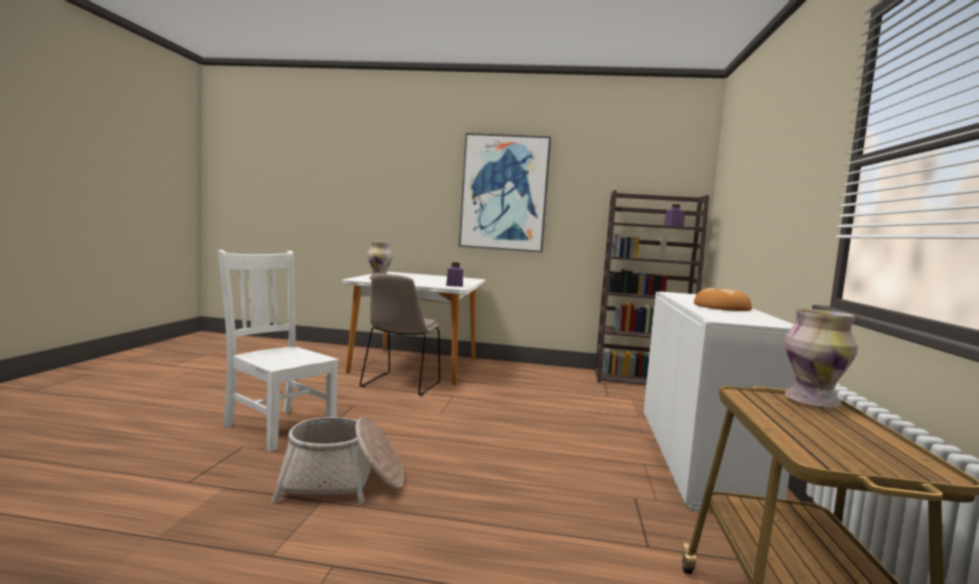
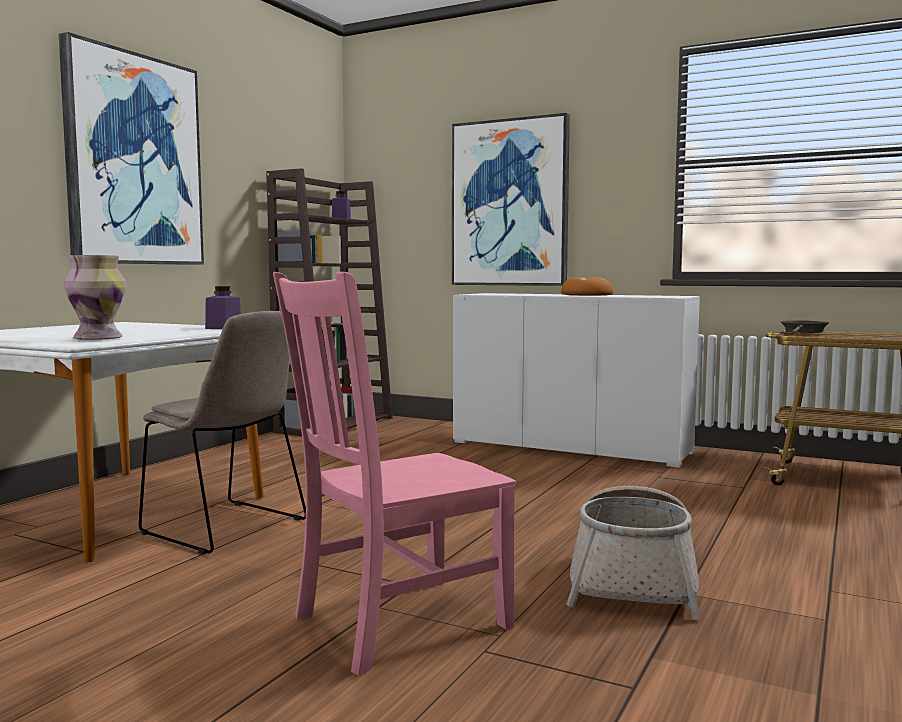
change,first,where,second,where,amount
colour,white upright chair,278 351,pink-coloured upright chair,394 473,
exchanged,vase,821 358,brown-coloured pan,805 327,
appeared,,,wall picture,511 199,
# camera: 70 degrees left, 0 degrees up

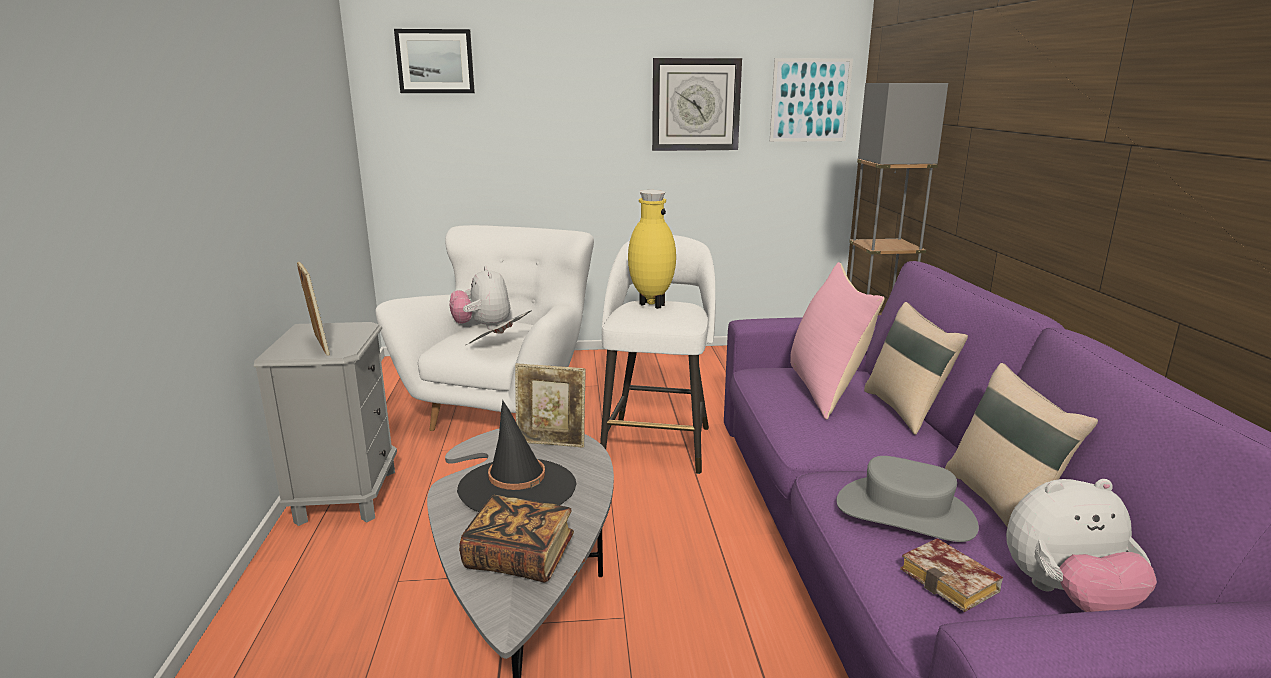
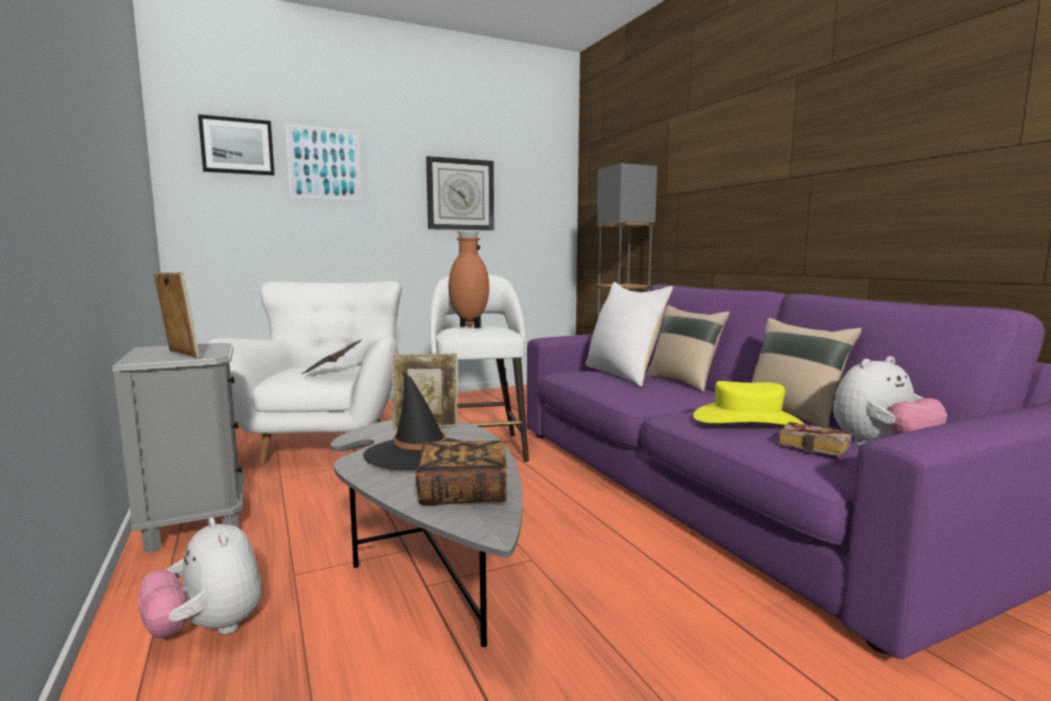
change,first,where,second,where,amount
relocated,wall picture,811 100,,323 162,
colour,yellow vase,652 249,brown-coloured vase,469 279,
colour,pink-coloured pillow,837 340,white pillow,629 334,
relocated,cuddly toy,479 298,,200 577,
colour,grey wearable hat,907 499,yellow wearable hat,748 403,
# camera: 20 degrees left, 10 degrees down

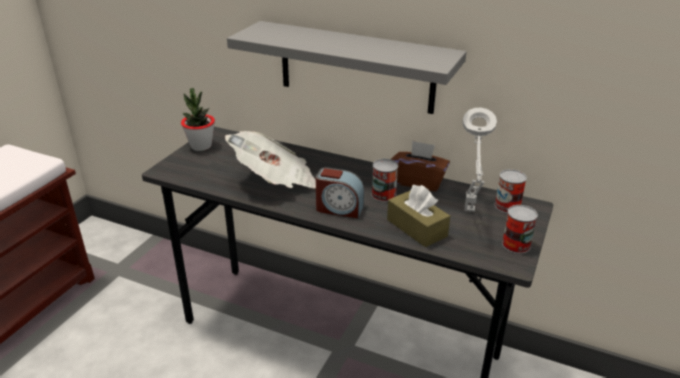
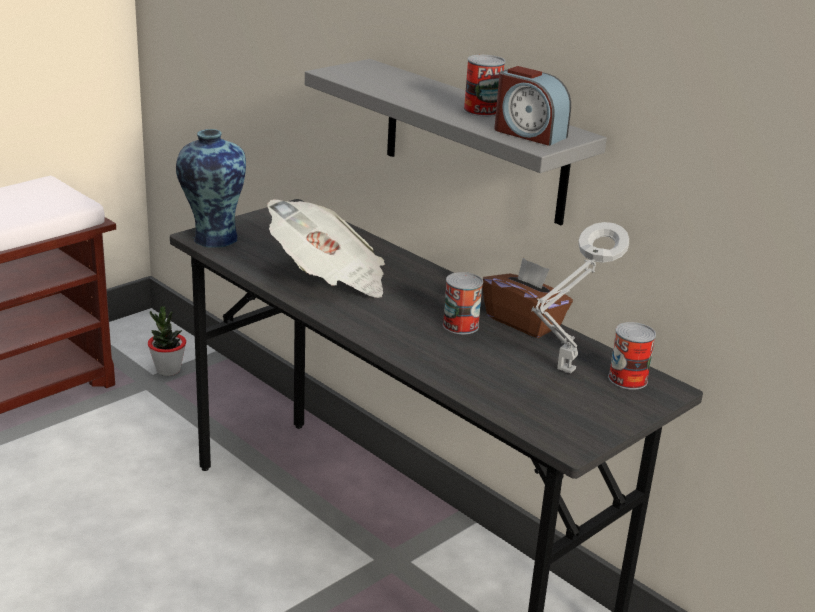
change,first,where,second,where,amount
relocated,potted plant,198 119,,167 341,
relocated,alarm clock,340 192,,533 106,
missing,brown-coloured tissue box,418 216,,,
relocated,can,520 229,,485 86,
appeared,,,vase,211 188,
# camera: 20 degrees right, 5 degrees down

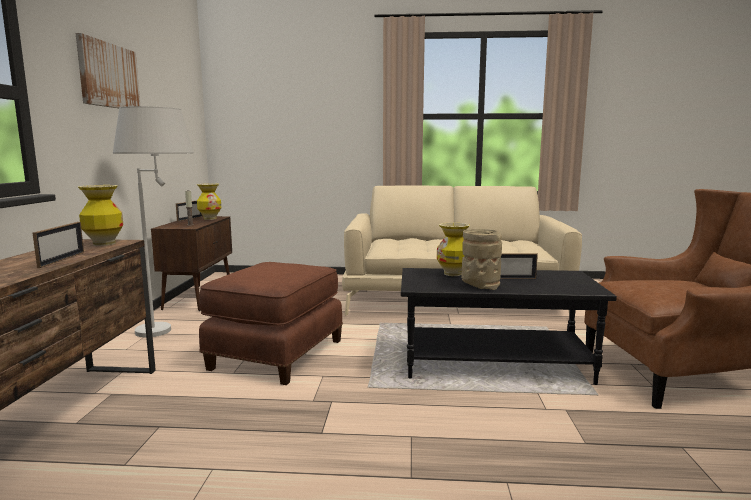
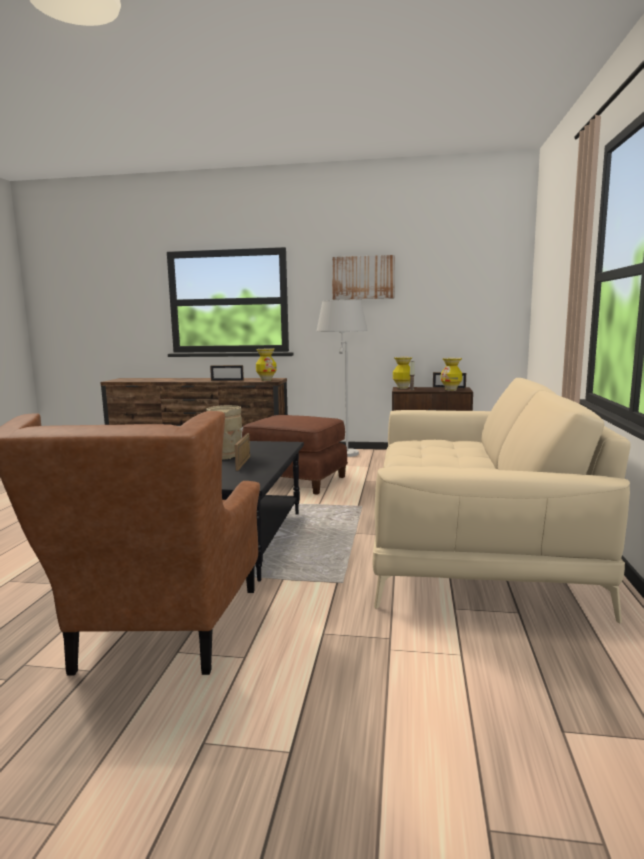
change,first,where,second,where,amount
relocated,vase,453 249,,403 373,
# camera: 95 degrees right, 0 degrees up

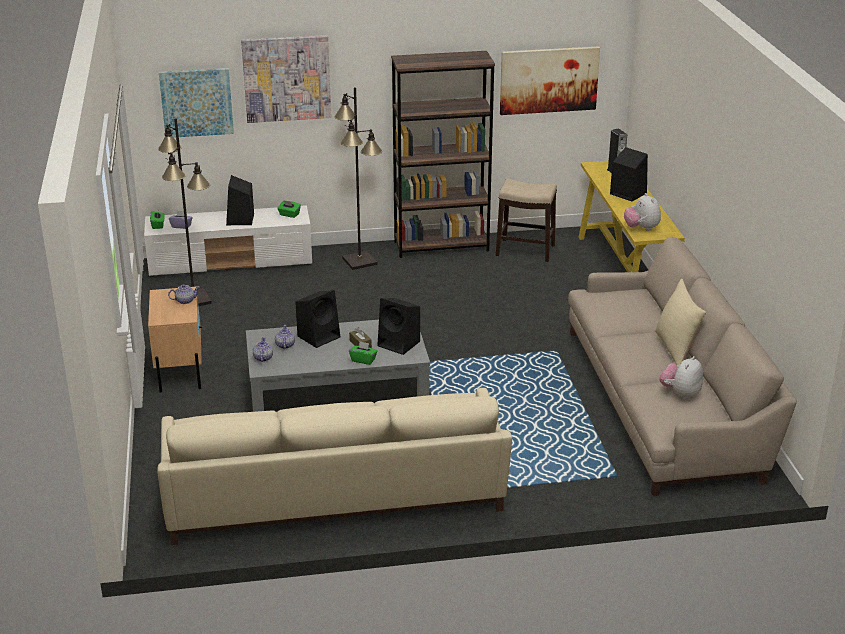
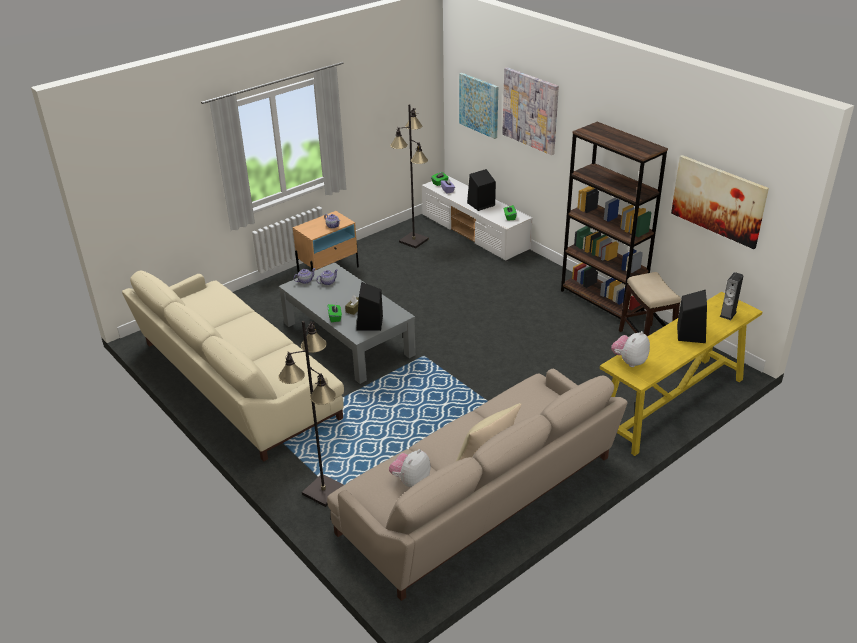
change,first,where,second,where,amount
relocated,black-coloured floor lamp,358 178,,310 414,
missing,black-coloured loudspeaker,317 319,,,
spun,cuddly toy,681 378,,410 468,60 degrees counterclockwise
# camera: 60 degrees right, 5 degrees up

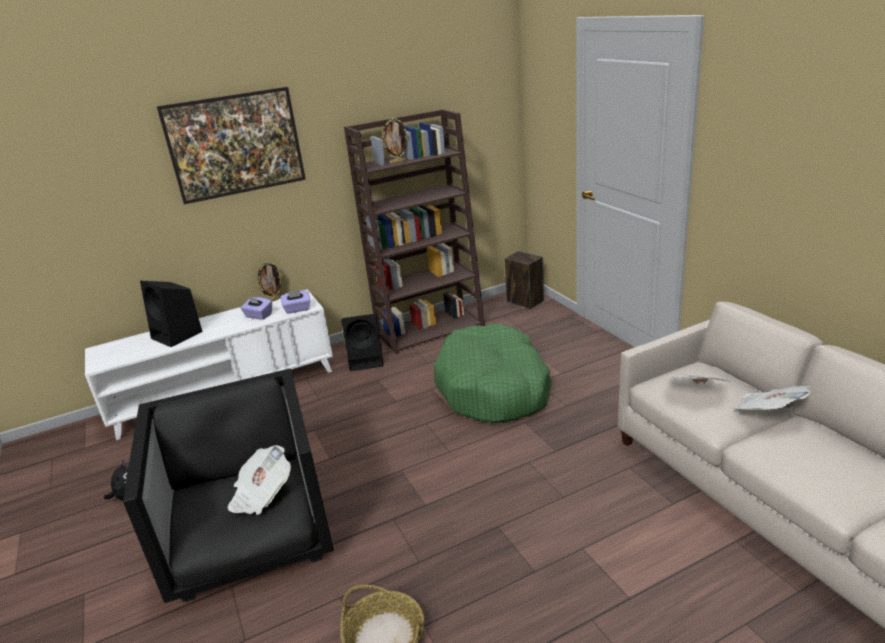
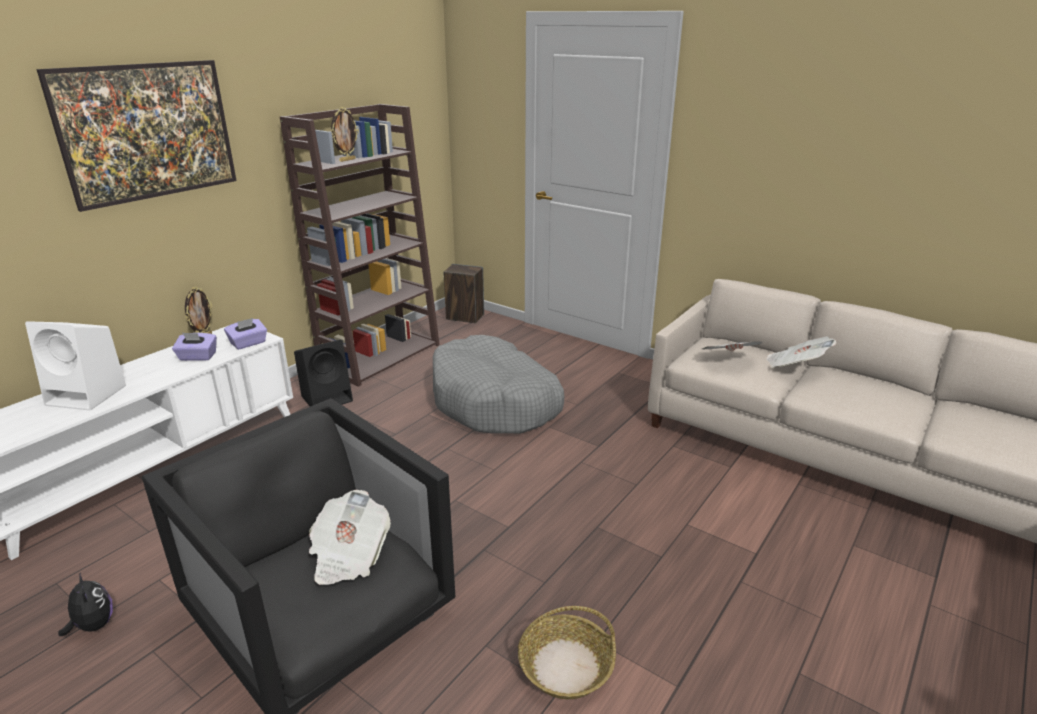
change,first,where,second,where,amount
colour,black-coloured loudspeaker,171 313,white loudspeaker,75 366,
colour,green dog cushion,493 373,grey dog cushion,498 384,
# camera: 30 degrees left, 0 degrees up

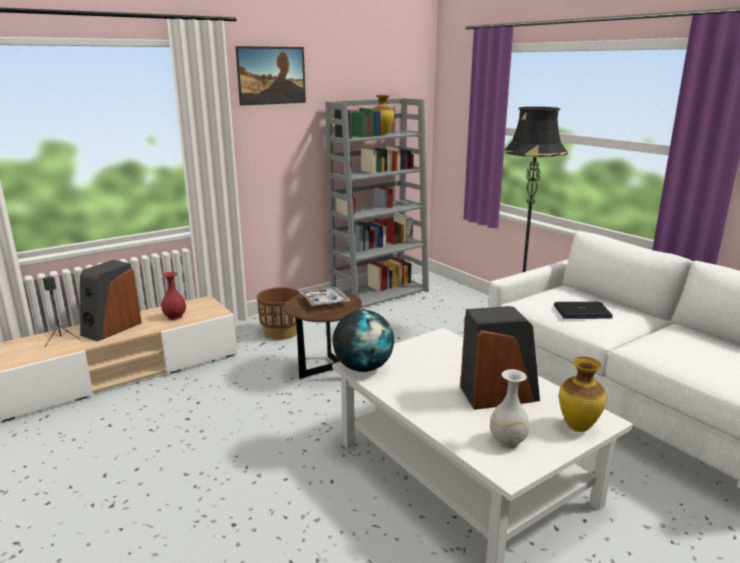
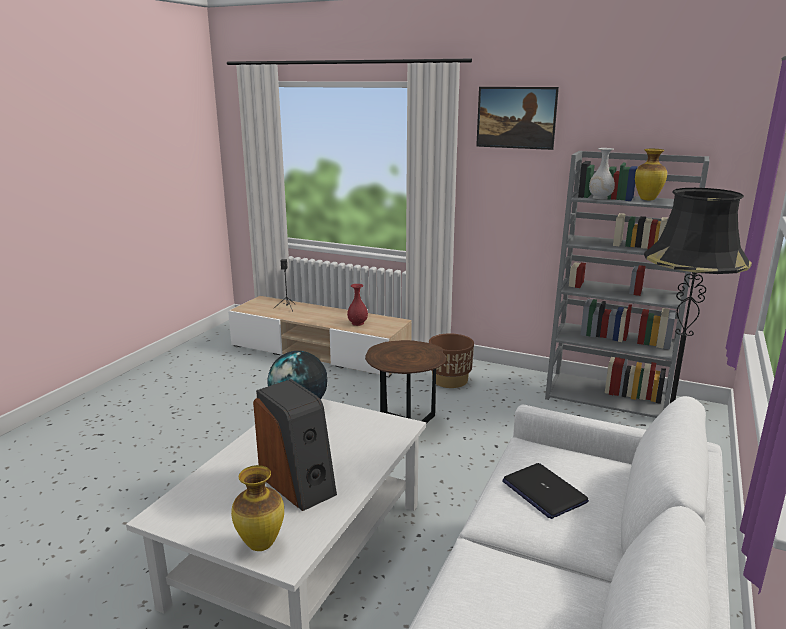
change,first,where,second,where,amount
missing,loudspeaker,111 301,,,
missing,serving tray,326 297,,,
relocated,white vase,510 409,,602 173,
# camera: 60 degrees right, 0 degrees up

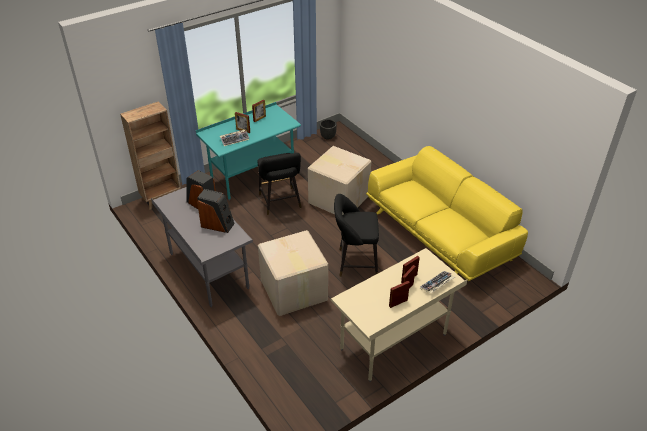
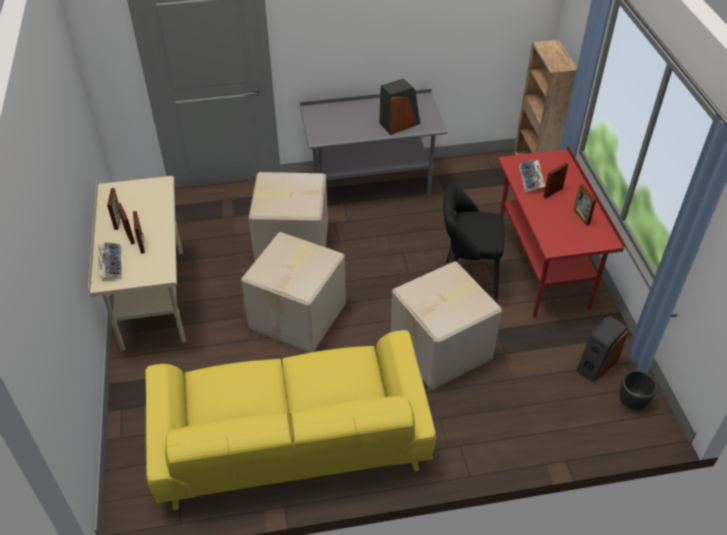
change,first,where,second,where,amount
colour,turquoise desk table,248 151,red desk table,561 232,
relocated,loudspeaker,216 211,,602 349,
exchanged,black-coloured stool,356 235,cardboard box,293 292,
# camera: 115 degrees right, 5 degrees up

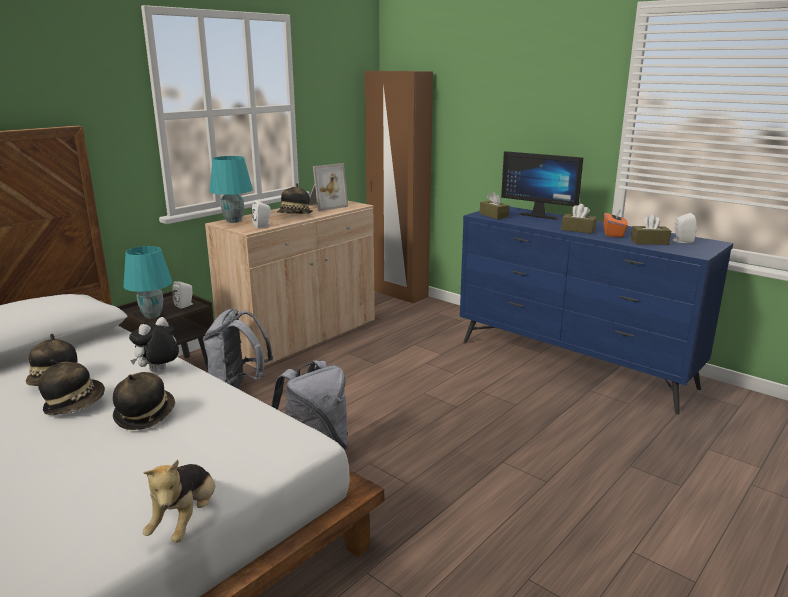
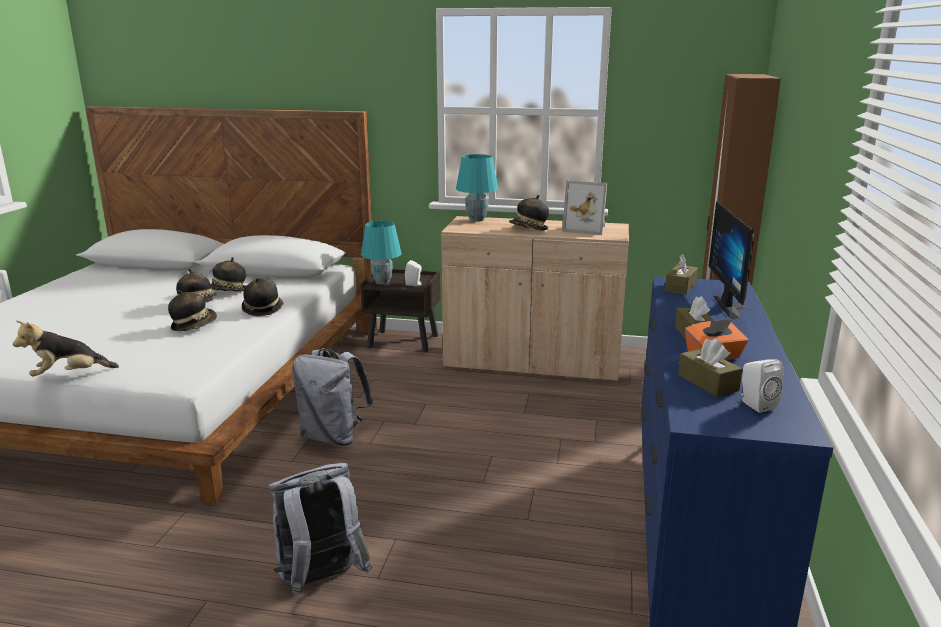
change,first,where,second,where,amount
missing,white loudspeaker,261 214,,,
relocated,grey knapsack,238 349,,320 529,
exchanged,cuddly toy,154 344,wearable hat,262 297,
# camera: 60 degrees right, 0 degrees up

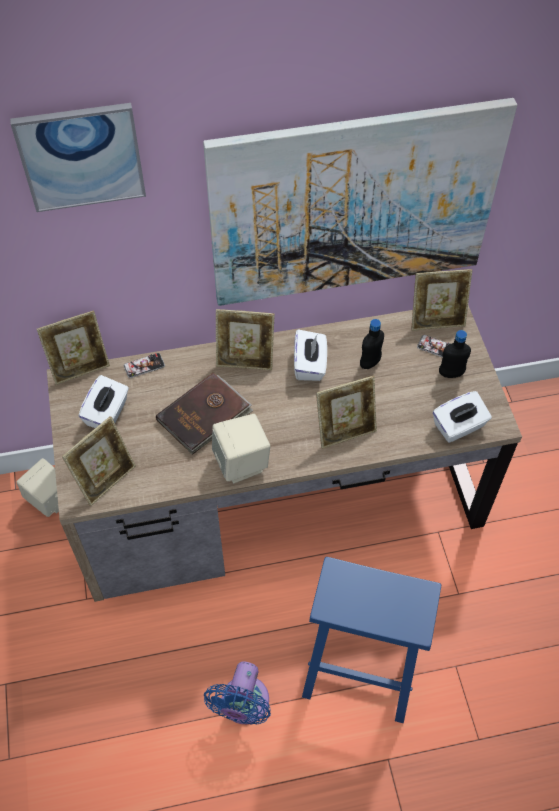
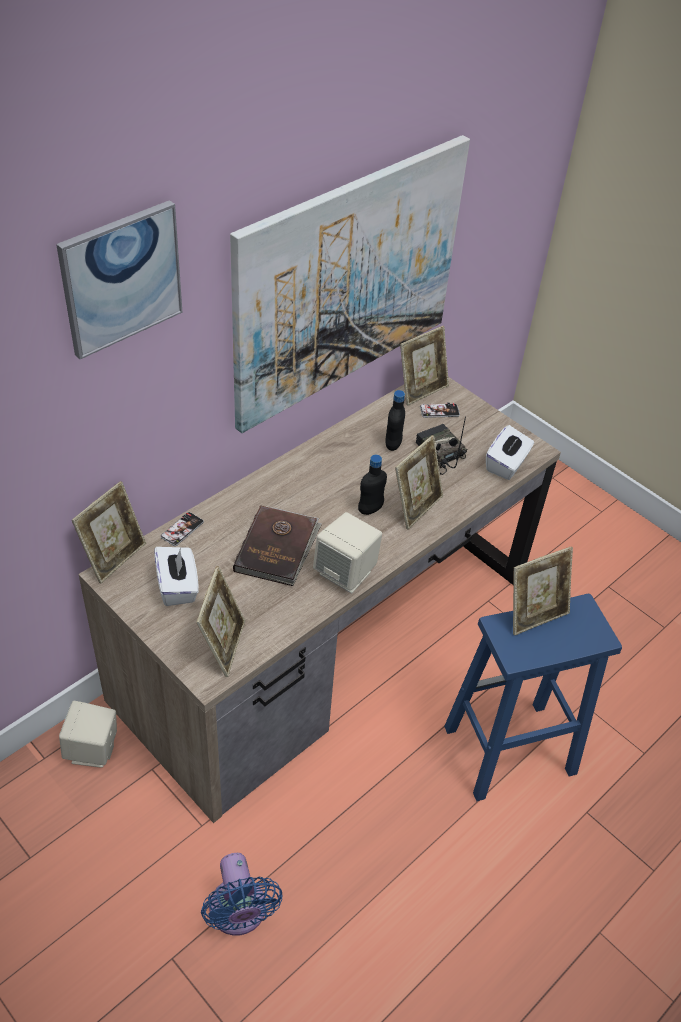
change,first,where,second,where,amount
relocated,photo frame,245 339,,543 591,
missing,white tissue box,310 355,,,
relocated,black-coloured drink bottle,455 354,,372 485,
relocated,blue-coloured cooling fan,237 692,,242 894,
appeared,,,radio,441 445,
# camera: 35 degrees left, 10 degrees down

